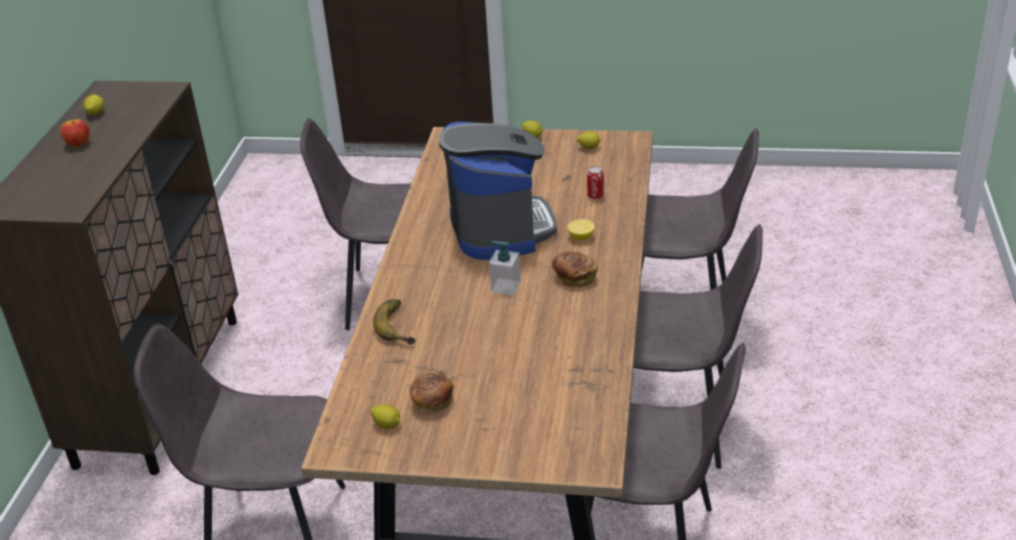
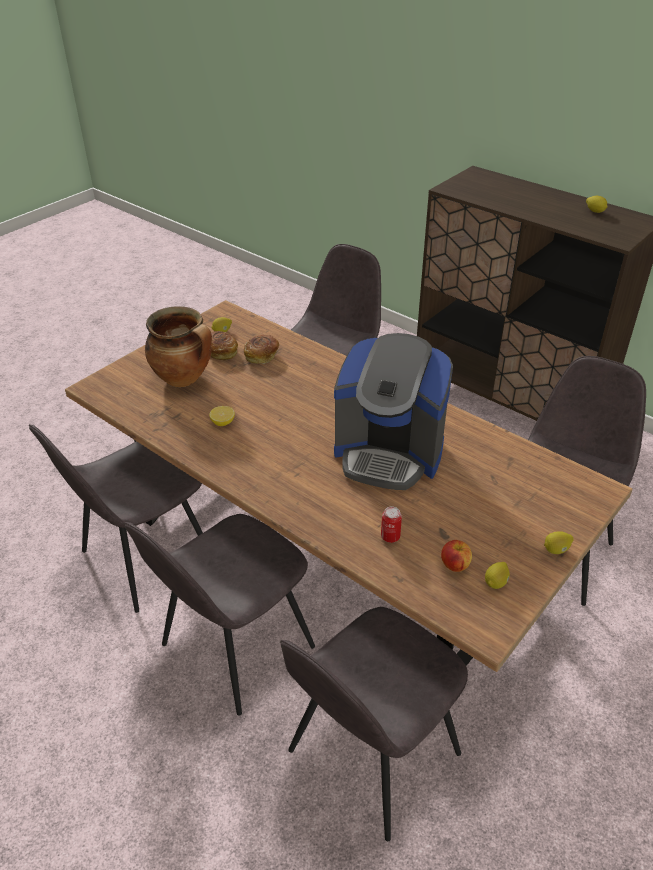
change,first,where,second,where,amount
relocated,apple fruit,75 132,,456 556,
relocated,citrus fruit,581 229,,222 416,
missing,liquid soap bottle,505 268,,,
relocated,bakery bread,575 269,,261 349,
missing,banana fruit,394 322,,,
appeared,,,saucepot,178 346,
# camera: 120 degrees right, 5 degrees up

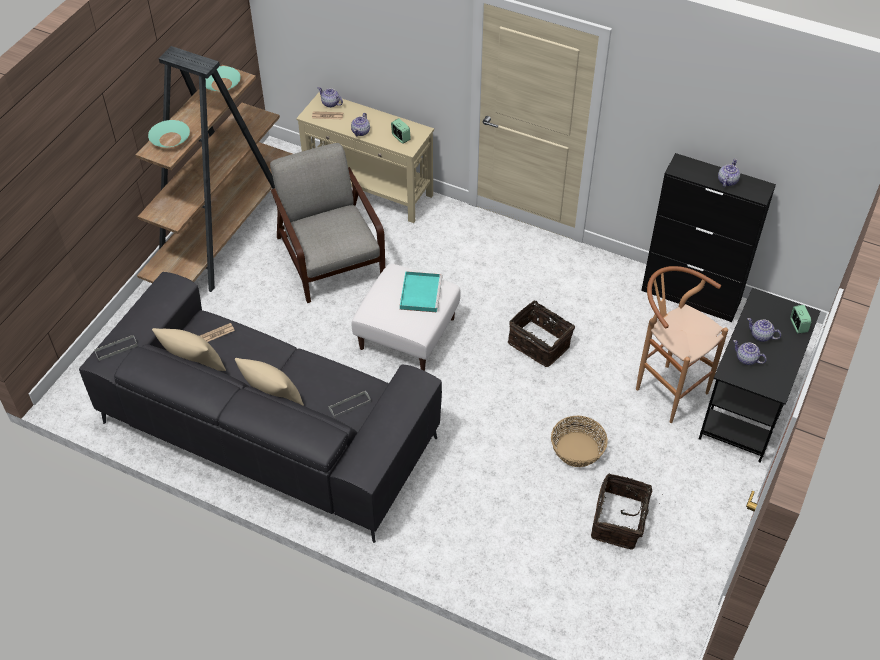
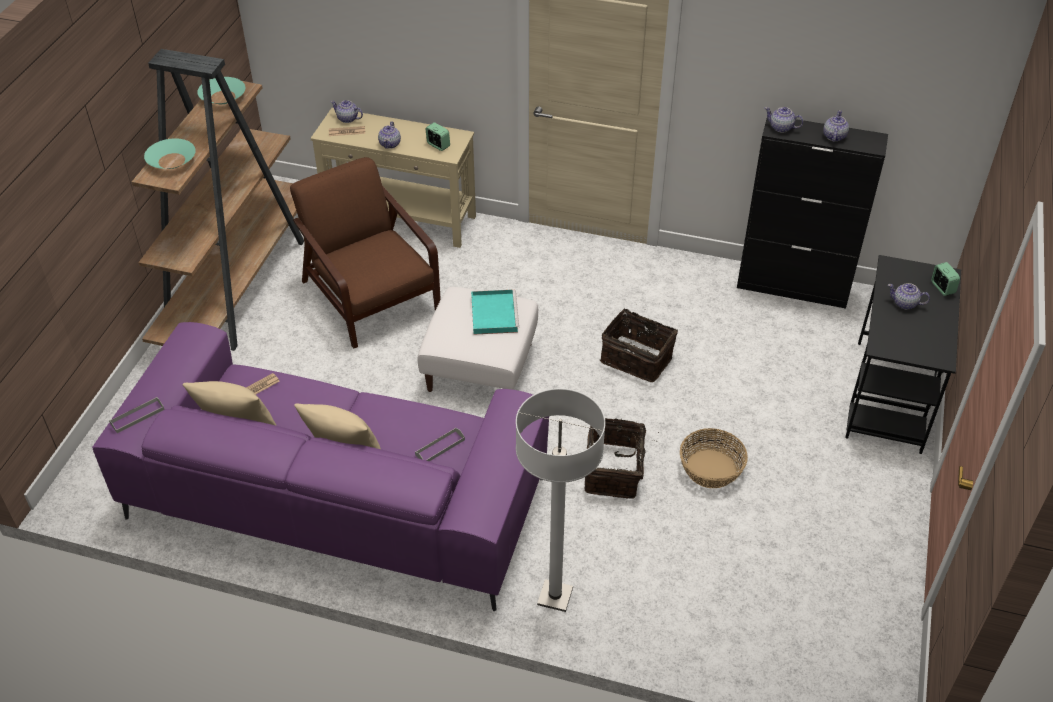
change,first,where,second,where,amount
colour,grey lounge chair,327 223,brown-coloured lounge chair,365 252,
missing,brown-coloured stool,682 344,,,
colour,grey sofa,260 407,purplish sofa,320 466,
relocated,teapot,750 352,,784 120,
relocated,storage basket,627 512,,621 458,
appeared,,,white floor lamp,560 500,
# camera: 10 degrees left, 5 degrees down

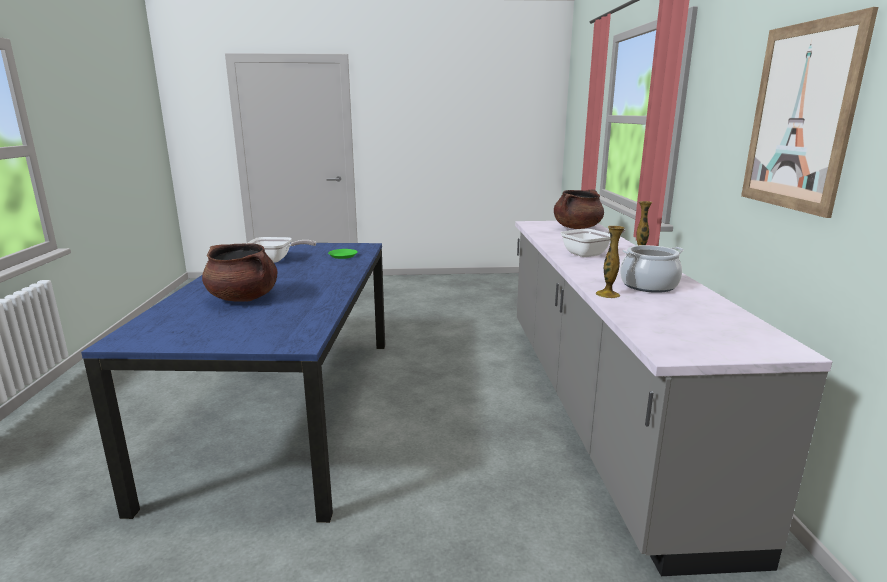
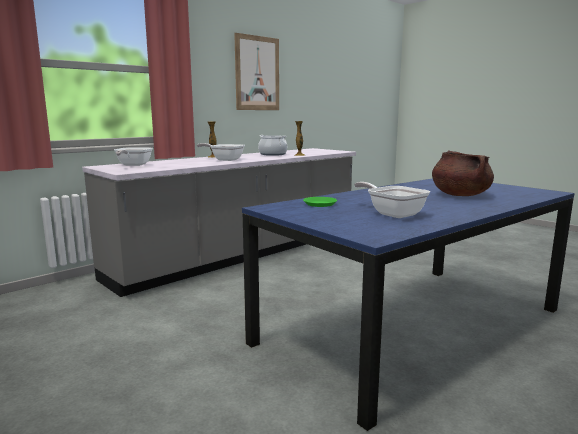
change,first,where,second,where,amount
exchanged,brown-coloured saucepot,579 209,pan,133 156,
# camera: 130 degrees left, 5 degrees down

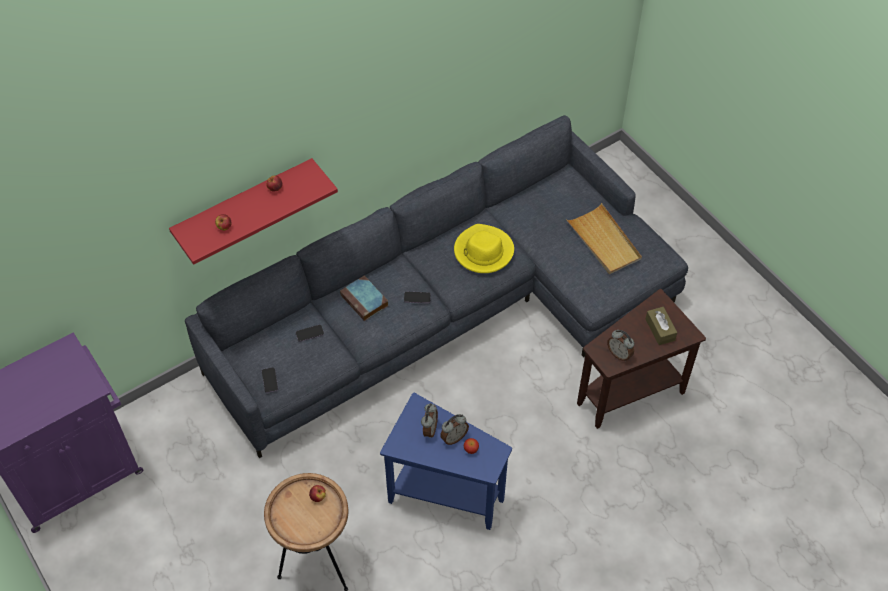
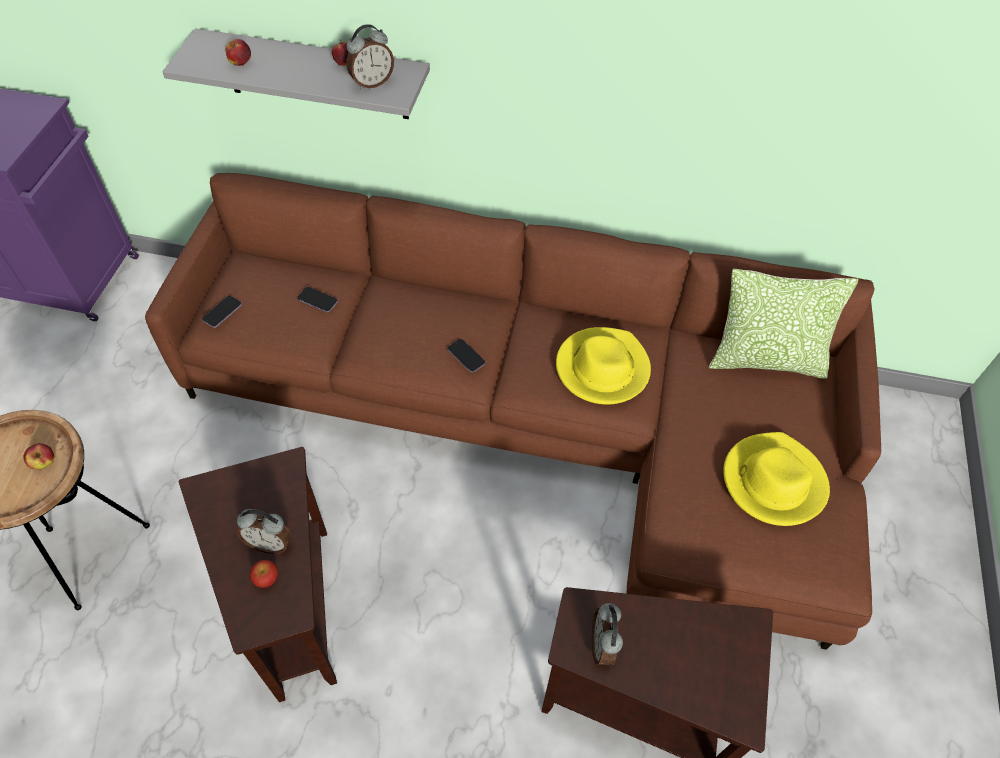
change,first,where,second,where,amount
colour,grey sofa,436 286,brown-coloured sofa,513 411,
colour,red bracket shelf,253 211,grey bracket shelf,296 73,
exchanged,sand-coloured serving tray,604 238,yellow wearable hat,776 479,
missing,book,364 298,,,
missing,brown-coloured tissue box,661 326,,,
colour,blue-coloured end table,446 461,brown-coloured end table,258 574,
relocated,alarm clock,429 420,,370 56,
appeared,,,pillow,784 324,
# camera: 45 degrees right, 0 degrees up

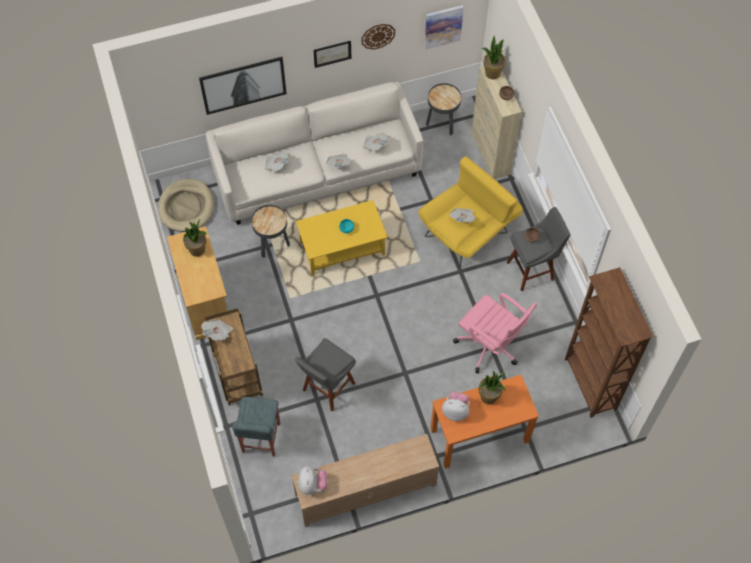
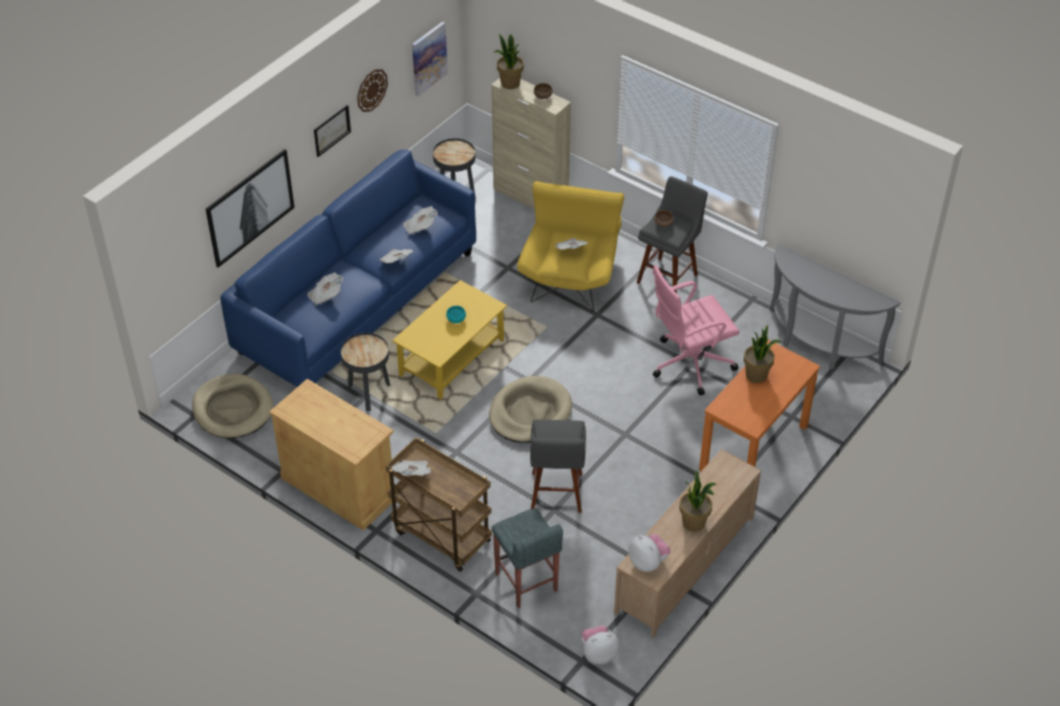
change,first,where,second,where,amount
colour,white sofa,314 153,blue-coloured sofa,348 268,
relocated,potted plant,195 238,,698 501,
exchanged,brown-coloured shelving unit,609 342,grey console table,835 306,
spun,pink-coloured office chair,495 333,,696 330,150 degrees clockwise
relocated,cuddly toy,456 406,,600 645,
appeared,,,sand-coloured dog cushion,530 409,
# camera: 35 degrees left, 15 degrees down

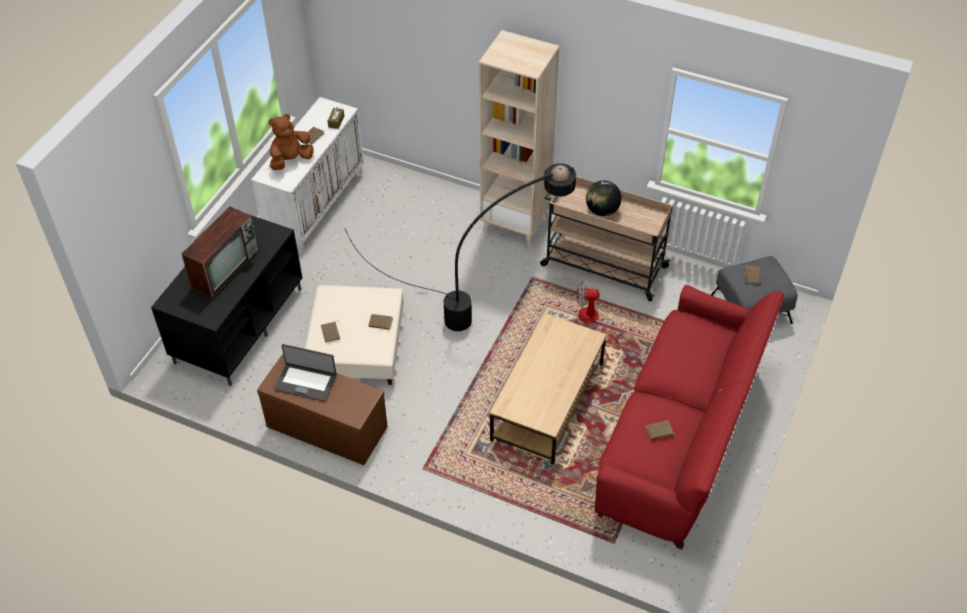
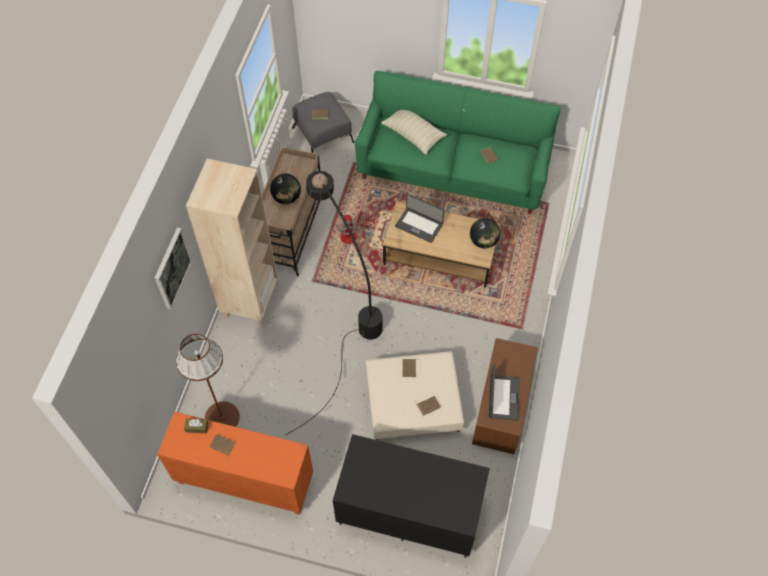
change,first,where,second,where,amount
colour,white cabinet,307 175,orangey cabinet,235 463,
missing,brown-coloured cuddly toy,291 142,,,
missing,TV,220 252,,,
colour,red sofa,689 417,green sofa,458 142,
appeared,,,pillow,414 132,
appeared,,,laptop,419 218,
appeared,,,desk globe,485 233,
appeared,,,wall picture,173 268,
appeared,,,brown-coloured floor lamp,208 380,
# camera: 100 degrees left, 10 degrees up

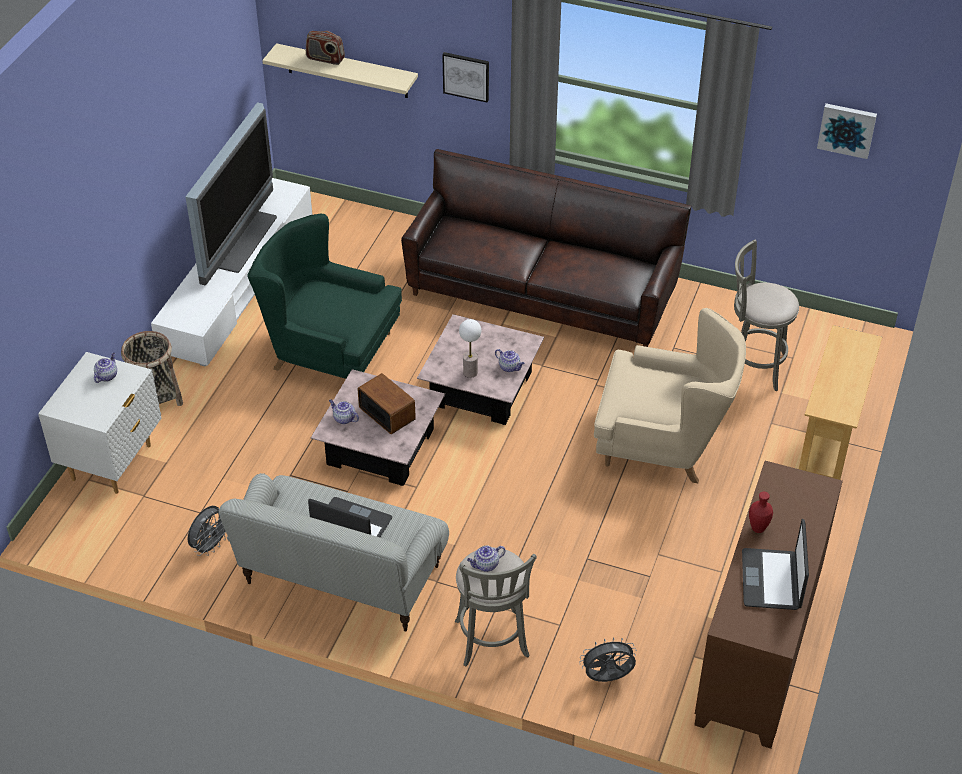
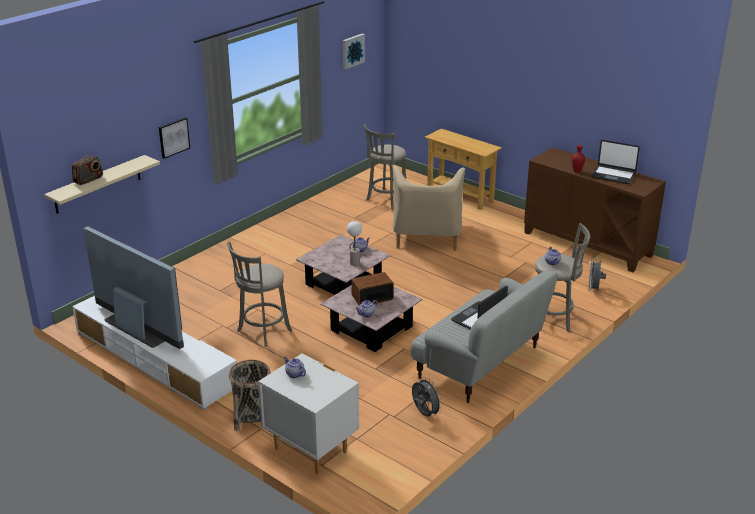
change,first,where,second,where,amount
missing,brown-coloured sofa,546 248,,,
exchanged,green lounge chair,324 296,grey stool,259 294,
spun,sand-coloured lounge chair,670 395,,428 208,150 degrees clockwise
# camera: 70 degrees left, 15 degrees down

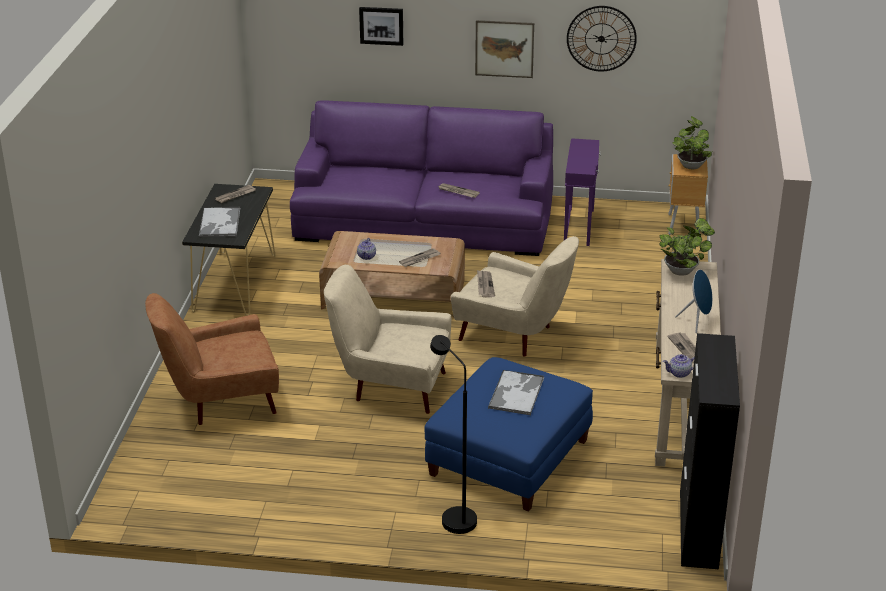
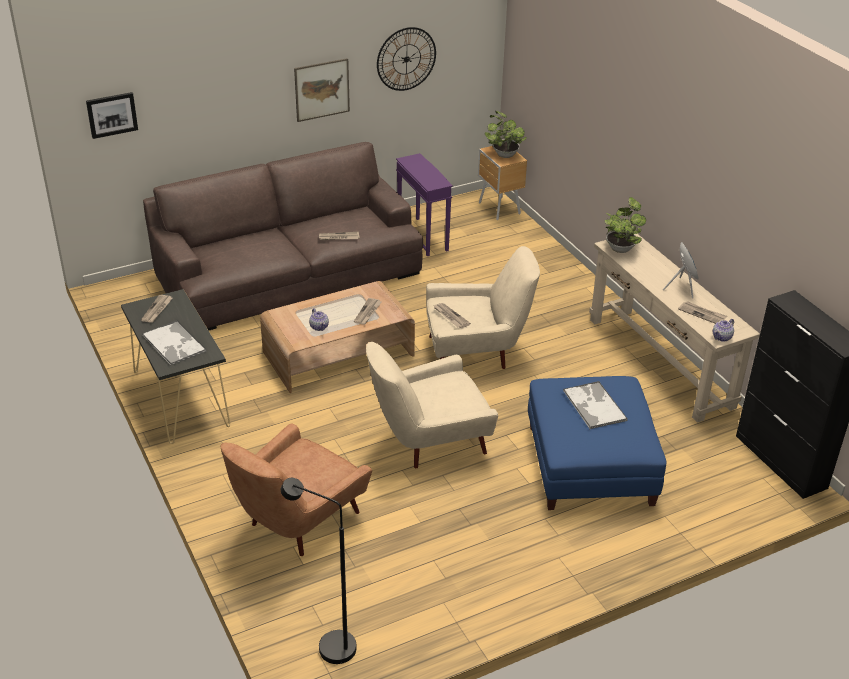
change,first,where,second,where,amount
relocated,wall picture,381 26,,112 115,
colour,purplish sofa,421 178,brown-coloured sofa,283 236,
relocated,black-coloured floor lamp,453 434,,318 571,
# camera: 35 degrees left, 5 degrees up

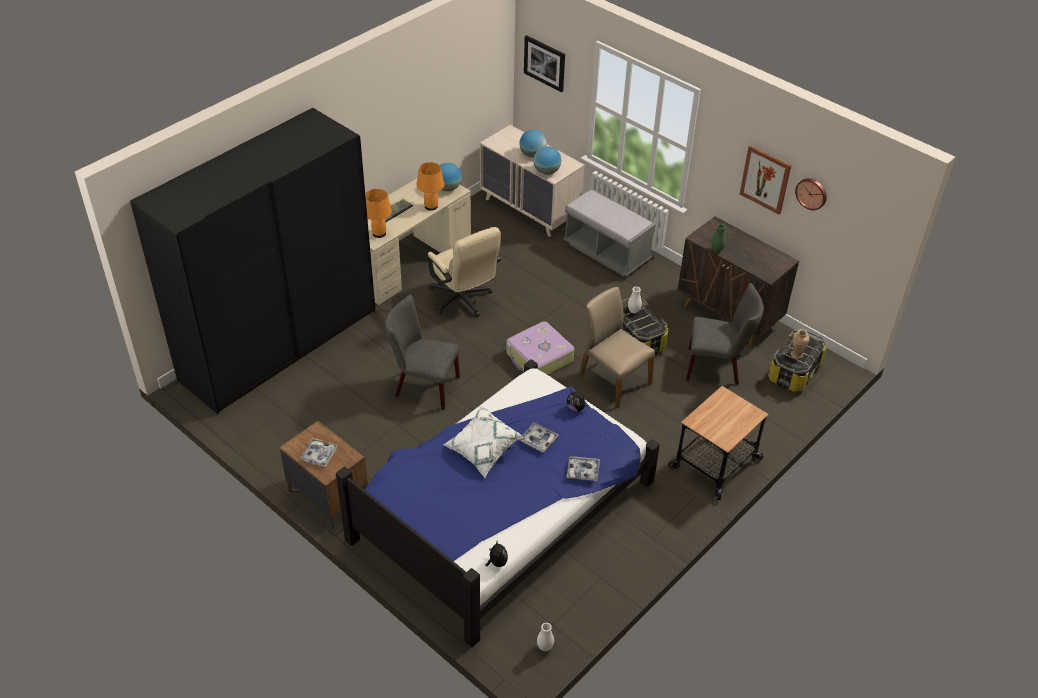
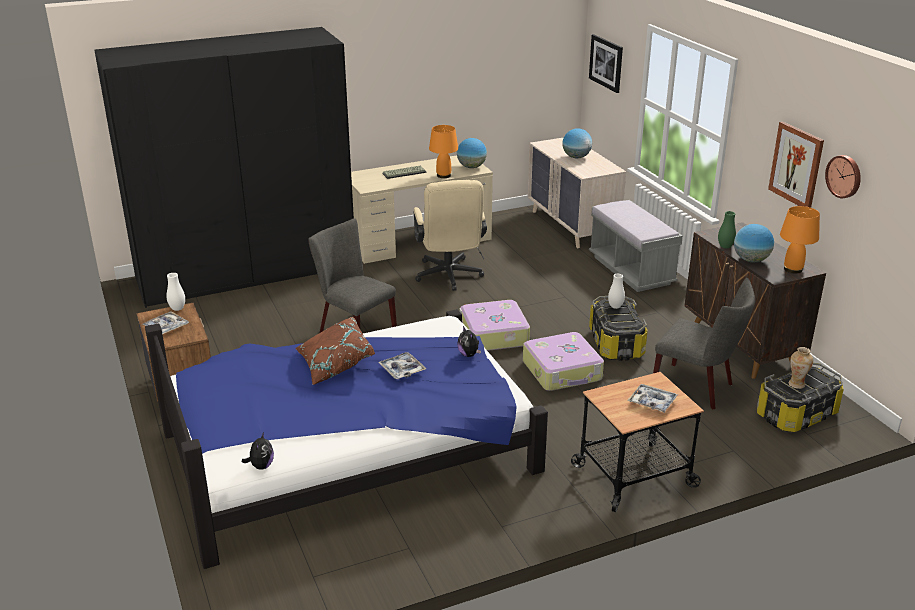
change,first,where,second,where,amount
relocated,desk globe,547 160,,754 243,
relocated,orangey lamp for a table,378 213,,800 240,
exchanged,sand-coloured upright chair,617 347,piece of luggage,563 361,
colour,white pillow,483 442,brown-coloured pillow,335 351,
relocated,serving tray,583 468,,652 398,
relocated,white vase,545 637,,176 292,
# camera: 25 degrees right, 15 degrees down

